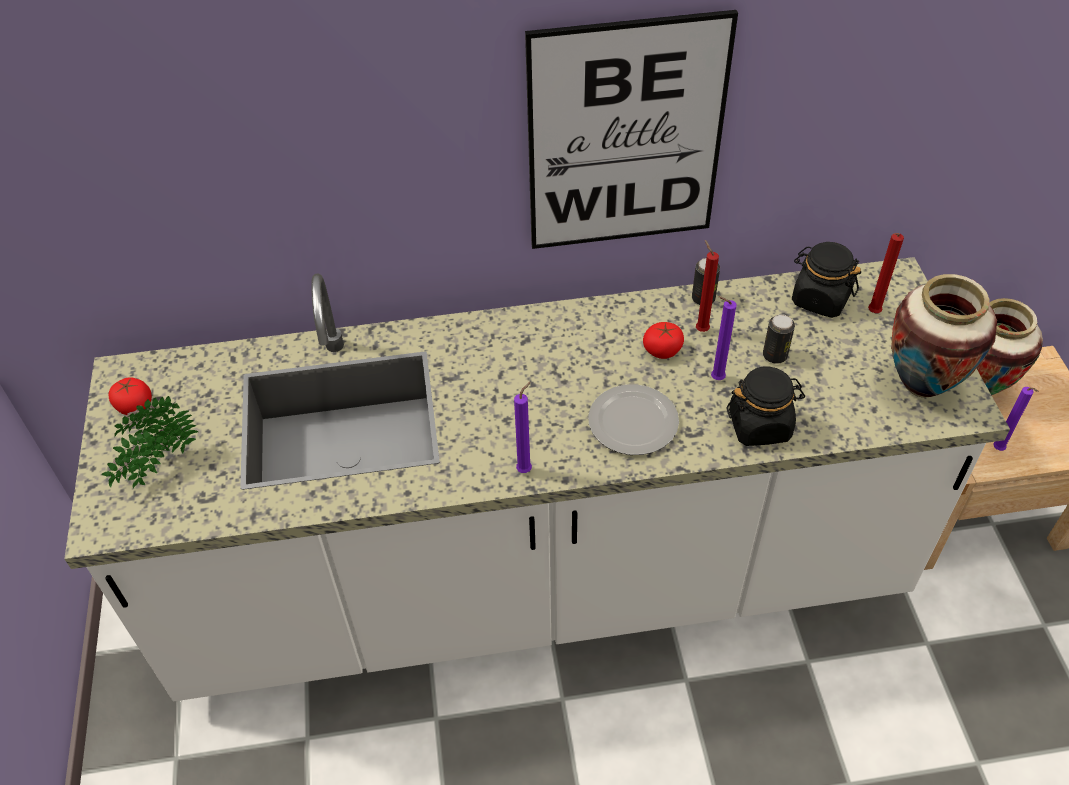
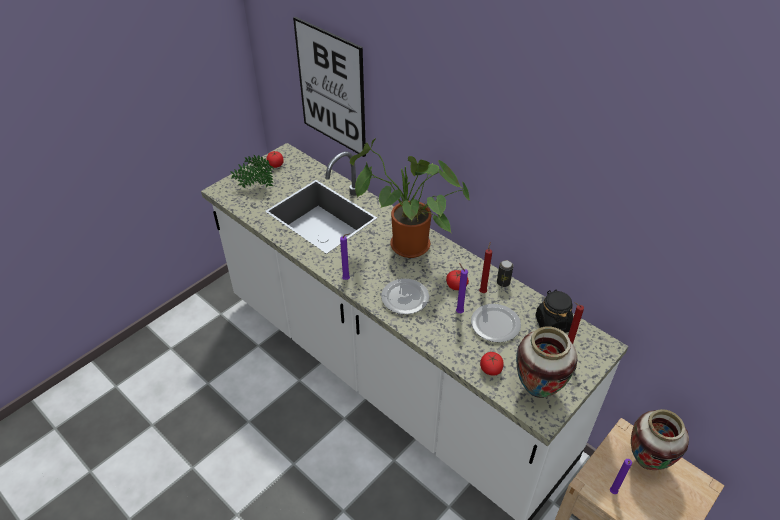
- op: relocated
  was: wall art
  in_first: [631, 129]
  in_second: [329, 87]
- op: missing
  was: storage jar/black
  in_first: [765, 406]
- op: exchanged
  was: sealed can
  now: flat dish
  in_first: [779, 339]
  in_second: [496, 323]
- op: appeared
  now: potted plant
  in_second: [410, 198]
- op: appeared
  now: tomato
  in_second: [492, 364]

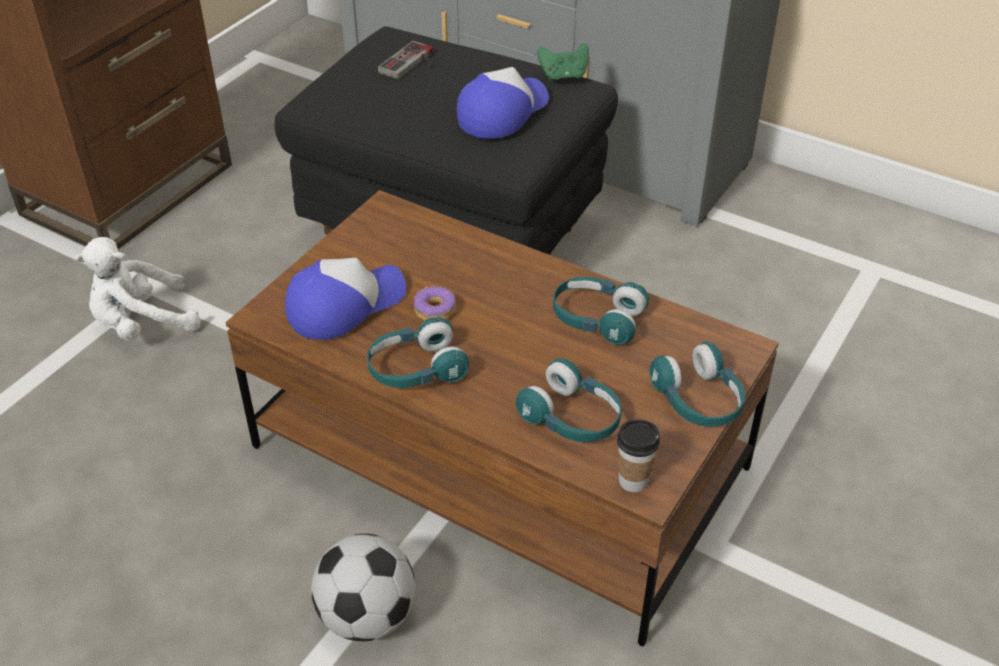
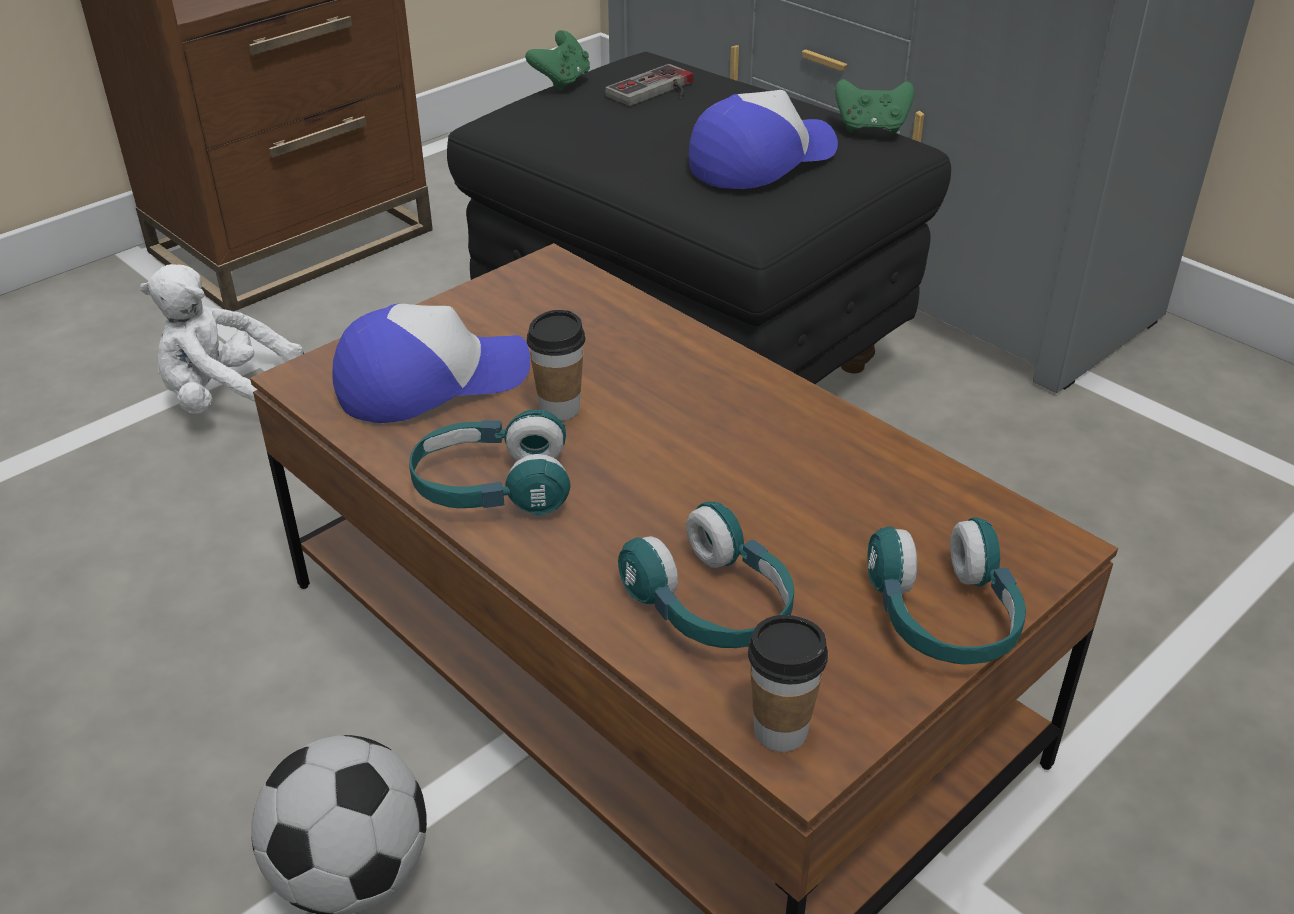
- op: exchanged
  was: ring doughnut
  now: small cup
  in_first: [435, 303]
  in_second: [556, 365]
- op: missing
  was: pair of headphones/turquoise
  in_first: [601, 311]
- op: appeared
  now: joypad/green
  in_second: [557, 60]

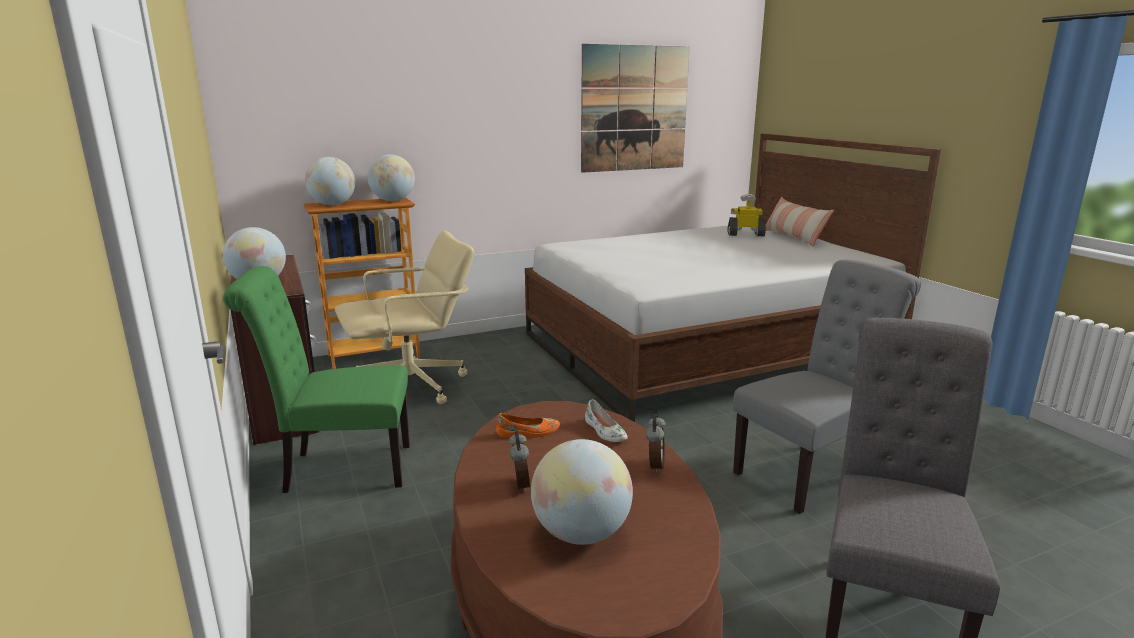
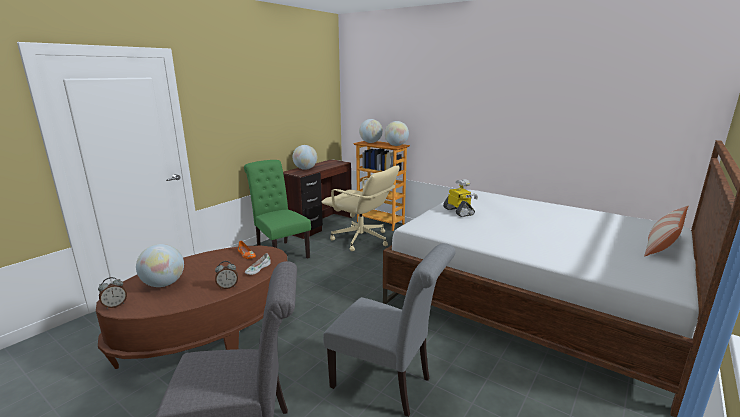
- op: relocated
  was: alarm clock
  in_first: [519, 462]
  in_second: [112, 293]
- op: missing
  was: wall art
  in_first: [635, 108]
- op: relocated
  was: model robot
  in_first: [746, 215]
  in_second: [460, 198]

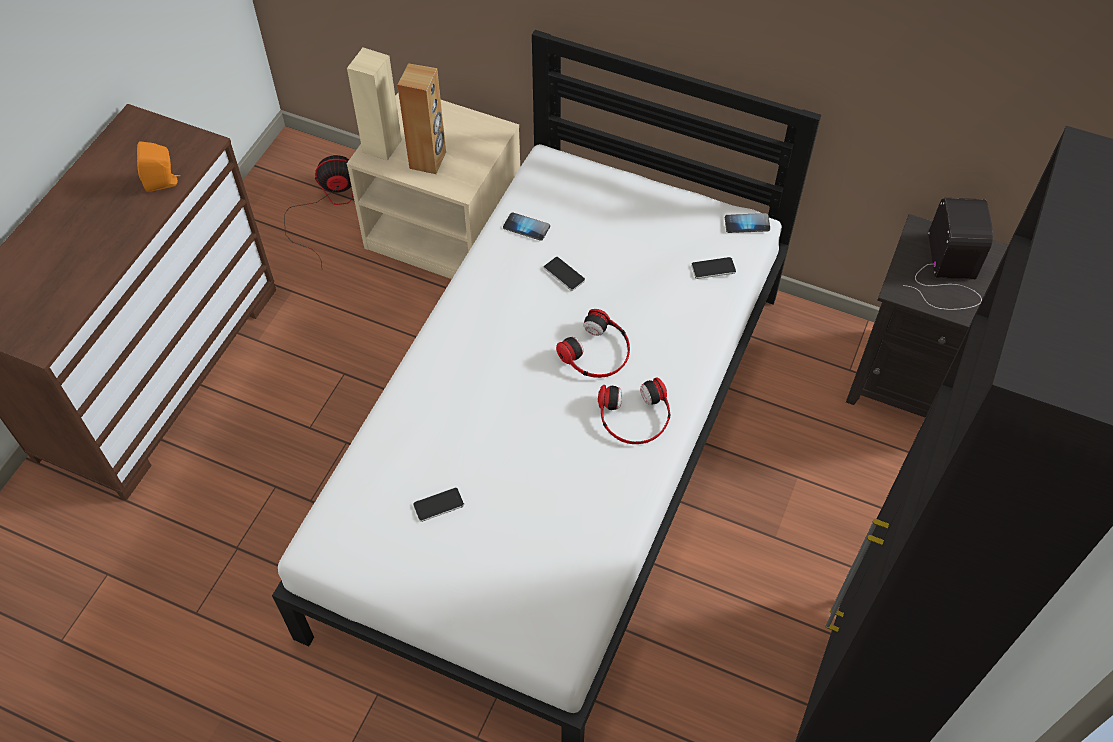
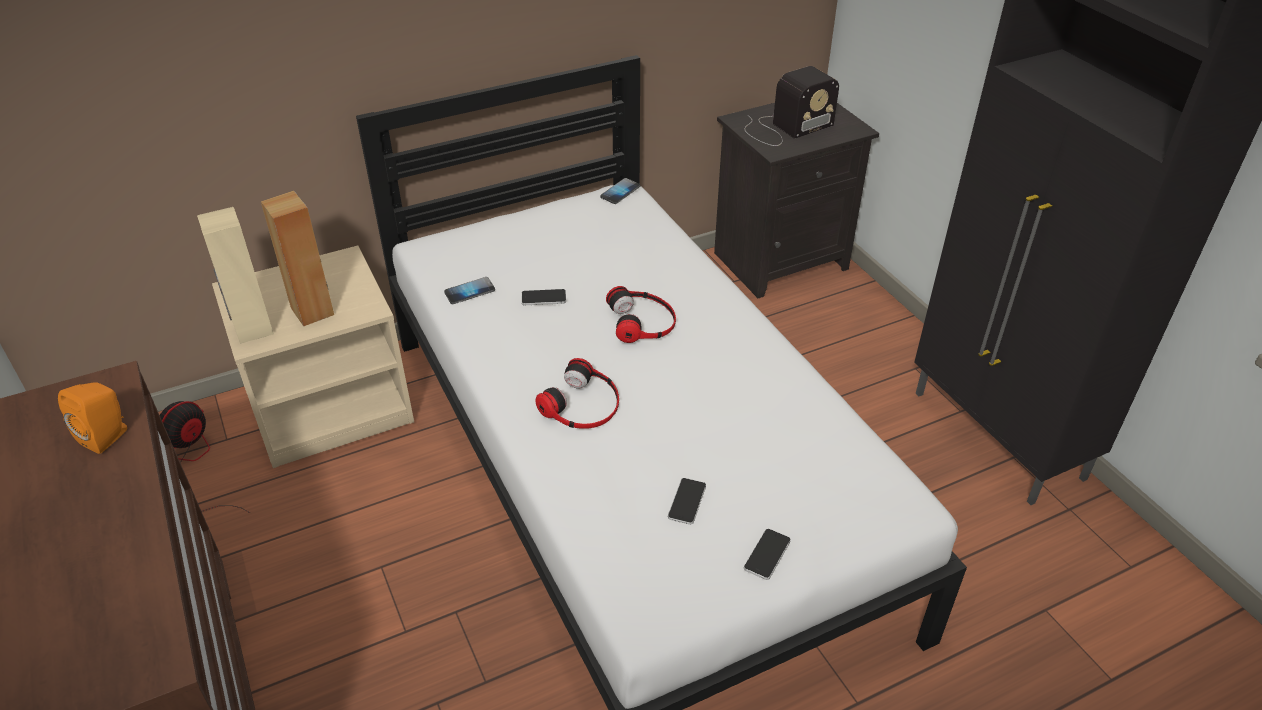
- op: relocated
  was: pair of headphones
  in_first: [634, 410]
  in_second: [577, 393]
- op: relocated
  was: telephone
  in_first: [713, 268]
  in_second: [767, 554]
- op: spun
  was: radio set
  in_first: [948, 254]
  in_second: [791, 106]
  clockwise: 105

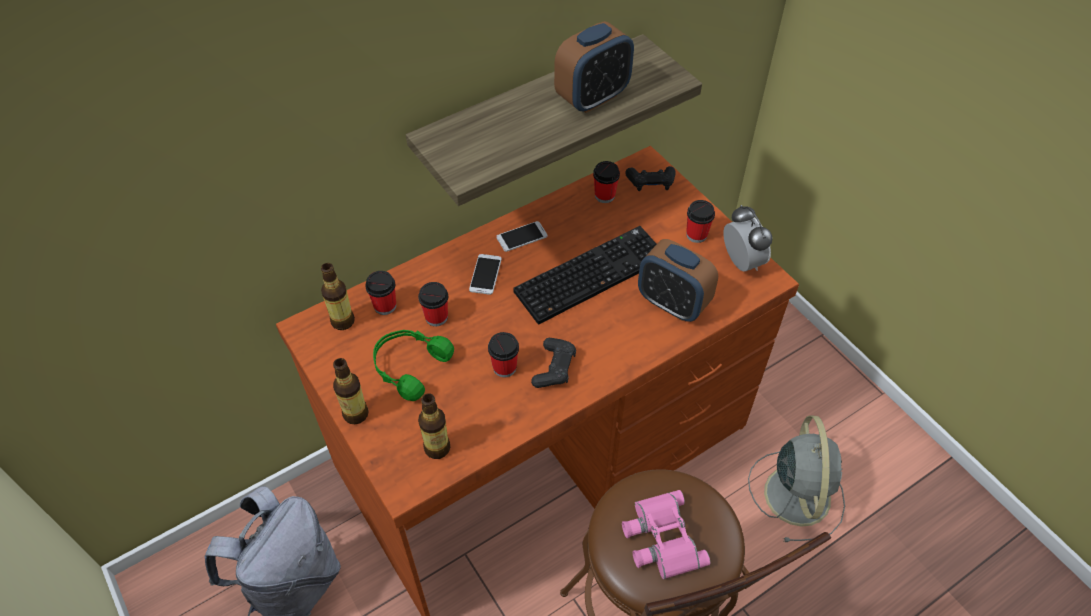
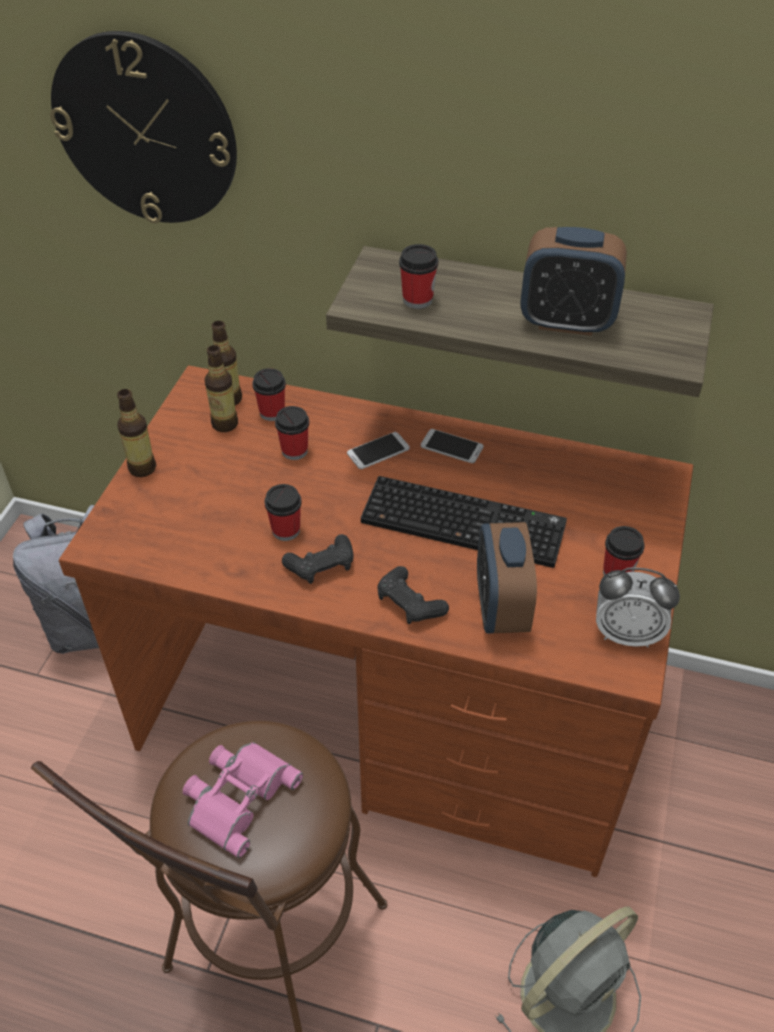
- op: missing
  was: pair of headphones/green
  in_first: [413, 365]
- op: relocated
  was: drink bottle
  in_first: [434, 426]
  in_second: [221, 388]
- op: relocated
  was: small cup
  in_first: [606, 182]
  in_second: [418, 276]
- op: relocated
  was: joypad/black
  in_first: [650, 178]
  in_second: [413, 595]
- op: spun
  was: alarm clock
  in_first: [748, 238]
  in_second: [638, 607]
  clockwise: 75
- op: appeared
  now: hanging clock
  in_second: [143, 127]

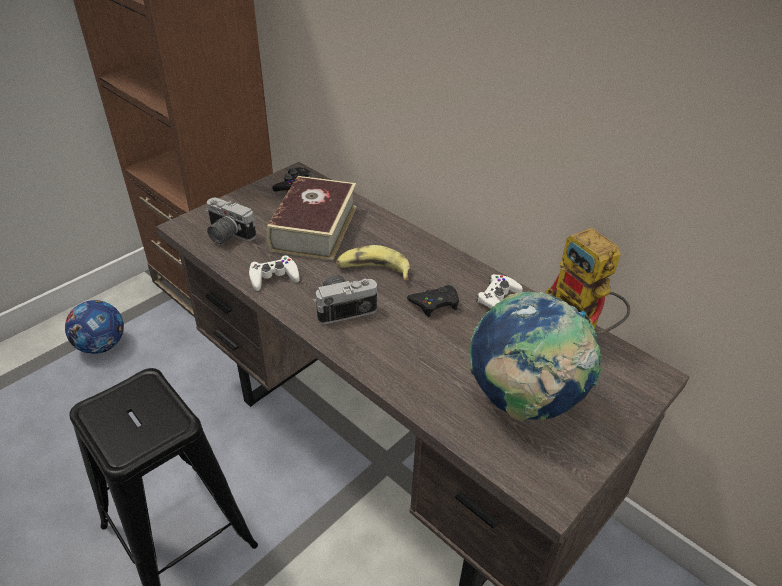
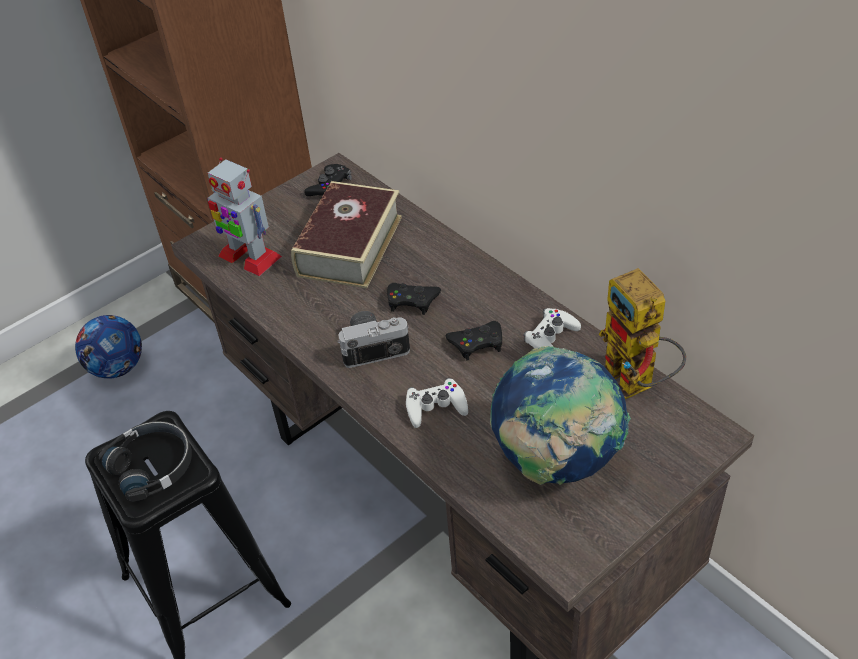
- op: exchanged
  was: photo camera
  now: model robot
  in_first: [231, 221]
  in_second: [244, 216]
- op: relocated
  was: joypad/white-coloured
  in_first: [274, 273]
  in_second: [437, 403]
- op: exchanged
  was: whole banana
  now: joypad/black
  in_first: [373, 262]
  in_second: [414, 299]
- op: appeared
  now: pair of headphones/black
  in_second: [145, 461]

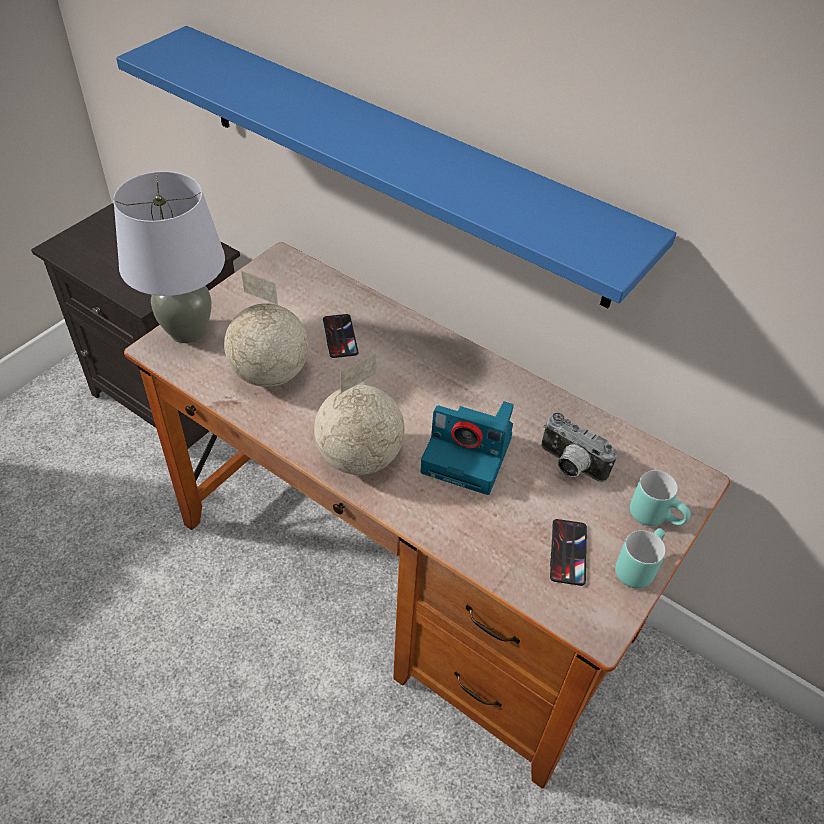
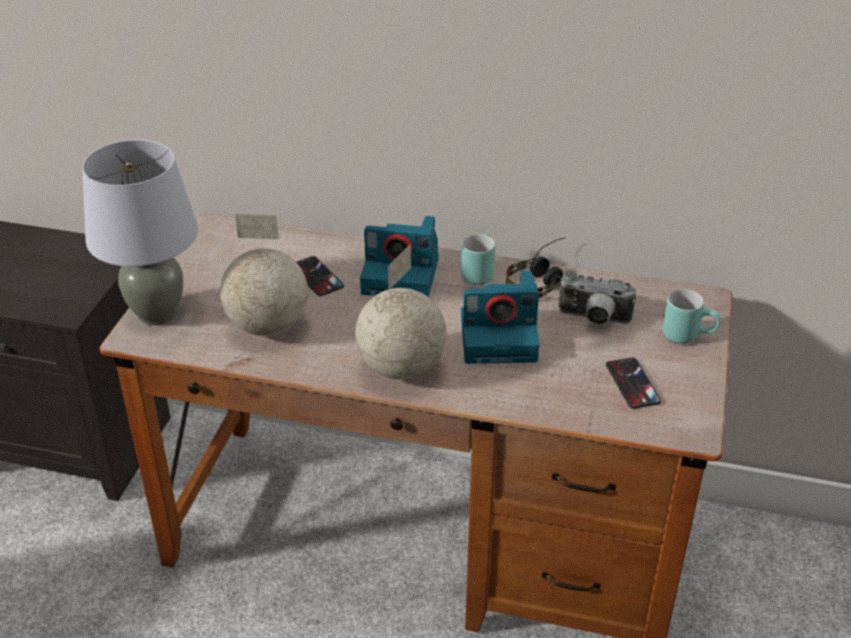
- op: missing
  was: shelf/blue
  in_first: [396, 167]
- op: relocated
  was: tea mug/turquoise
  in_first: [640, 558]
  in_second: [478, 259]
- op: appeared
  now: photo camera
  in_second: [399, 256]
- op: appeared
  now: pair of headphones
  in_second: [536, 268]

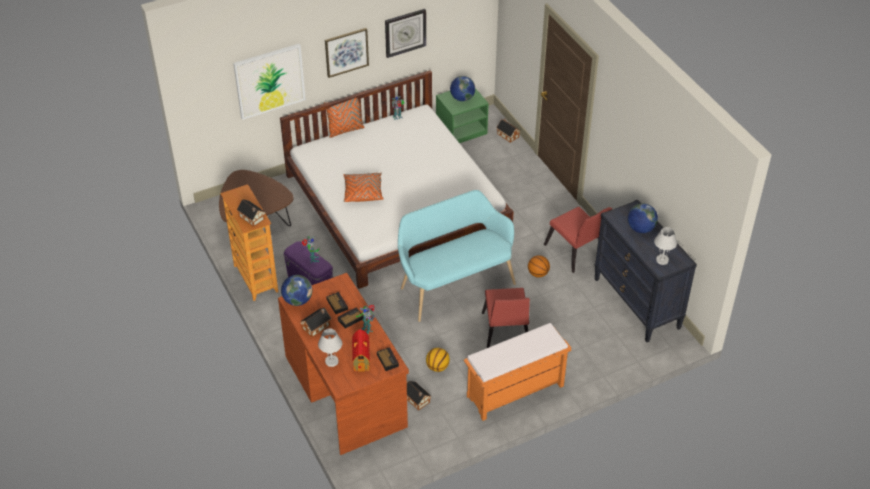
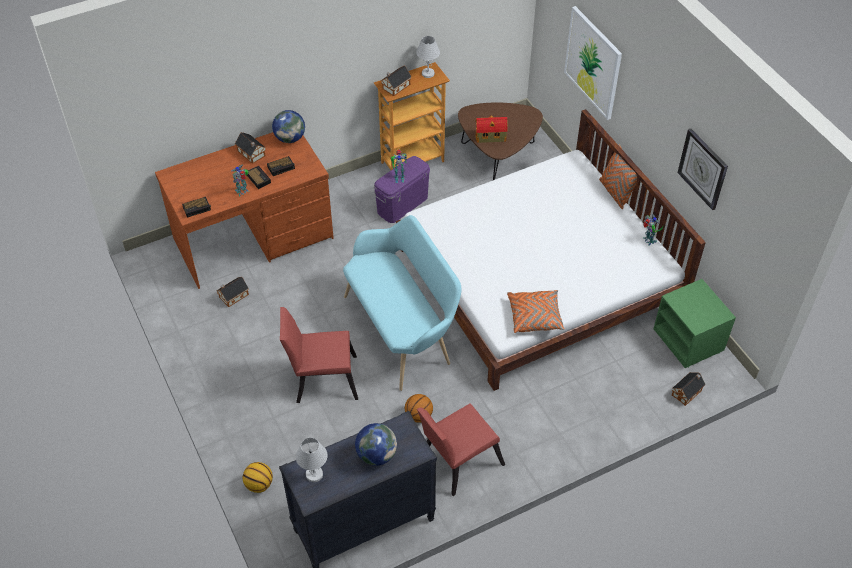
- op: relocated
  was: tabletop lamp/white-coloured
  in_first: [330, 347]
  in_second: [428, 57]
- op: missing
  was: wall art
  in_first: [347, 53]
- op: relocated
  was: cushion/orangey
  in_first: [363, 187]
  in_second: [535, 311]
- op: relocated
  was: miniature house
  in_first: [361, 350]
  in_second: [492, 129]
- op: relocated
  was: basketball
  in_first: [438, 360]
  in_second: [258, 477]
- op: missing
  was: world globe
  in_first: [462, 88]
- op: missing
  was: indoor bench/orangey
  in_first: [517, 372]

